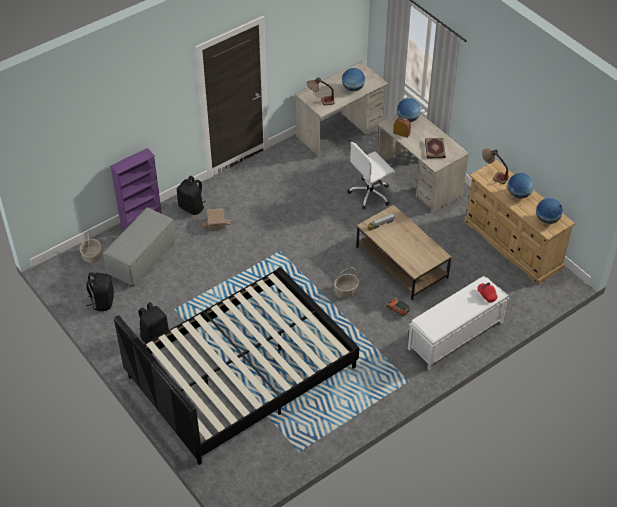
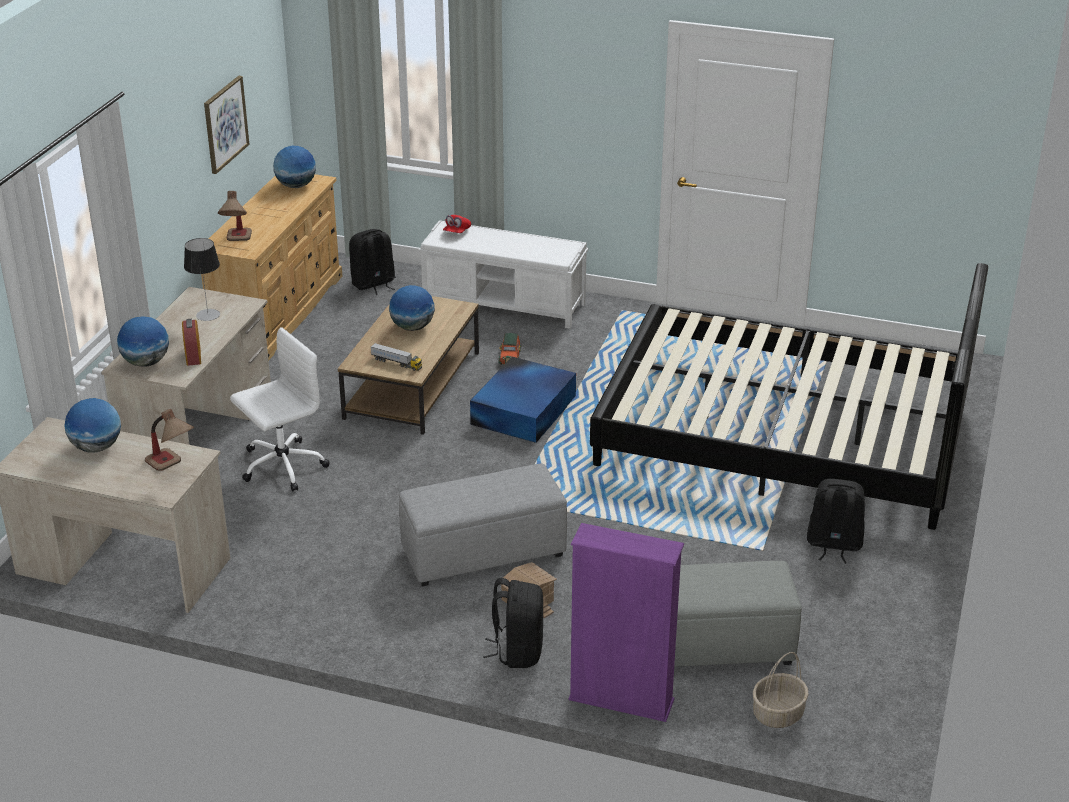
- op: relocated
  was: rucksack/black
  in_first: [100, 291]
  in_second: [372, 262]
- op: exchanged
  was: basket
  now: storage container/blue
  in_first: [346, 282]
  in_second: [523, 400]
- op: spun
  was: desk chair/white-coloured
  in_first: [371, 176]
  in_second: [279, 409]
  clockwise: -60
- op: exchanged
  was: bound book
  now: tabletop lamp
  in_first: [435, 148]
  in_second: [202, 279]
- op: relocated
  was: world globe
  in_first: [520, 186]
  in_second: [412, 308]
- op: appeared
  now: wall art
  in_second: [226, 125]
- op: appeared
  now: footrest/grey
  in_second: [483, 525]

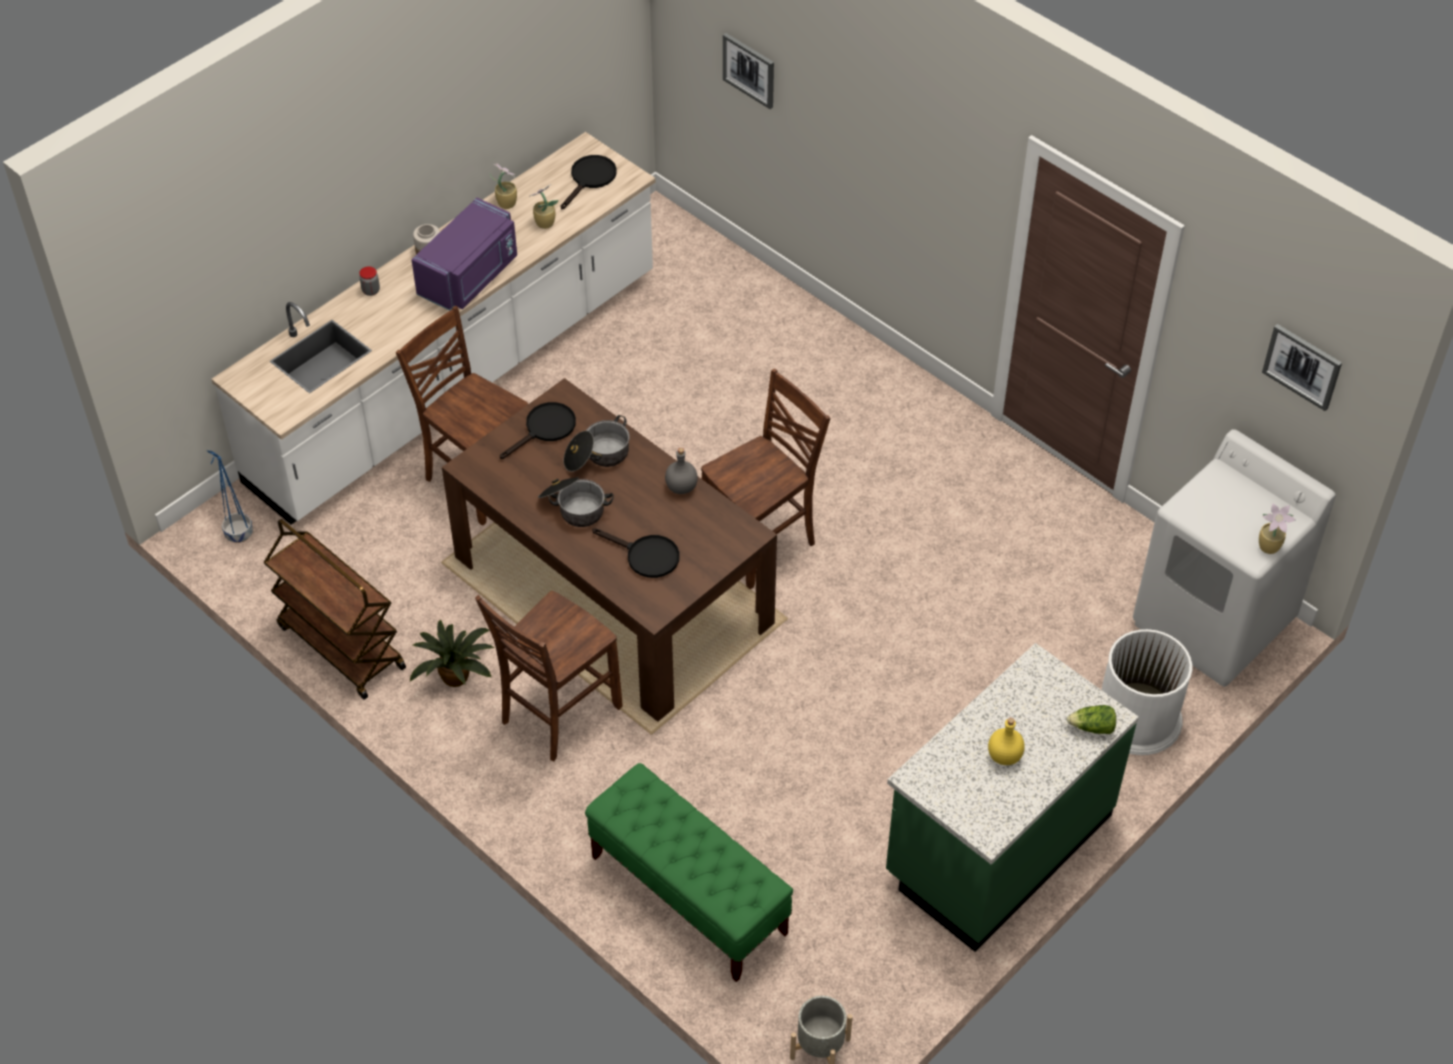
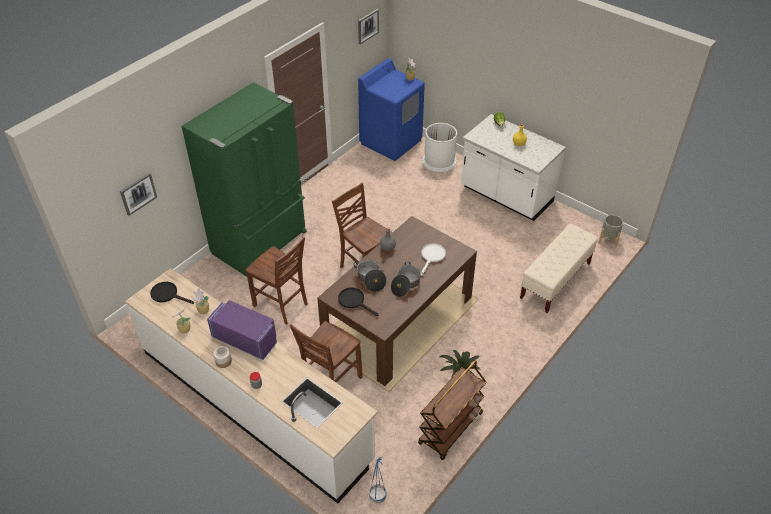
- op: relocated
  was: plain chair/brownish
  in_first: [549, 676]
  in_second: [277, 280]
- op: colour
  was: indoor bench/green
  now: indoor bench/beige
  in_first: [689, 872]
  in_second: [559, 268]
- op: colour
  was: skillet/black
  now: skillet/white-coloured
  in_first: [636, 553]
  in_second: [433, 259]
- op: colour
  was: counter/green
  now: counter/white-coloured
  in_first: [1012, 797]
  in_second: [513, 167]
- op: colour
  was: laundry appliance/white-coloured
  now: laundry appliance/blue
  in_first: [1234, 558]
  in_second: [391, 109]
- op: appeared
  now: refrigerator/green
  in_second: [244, 179]

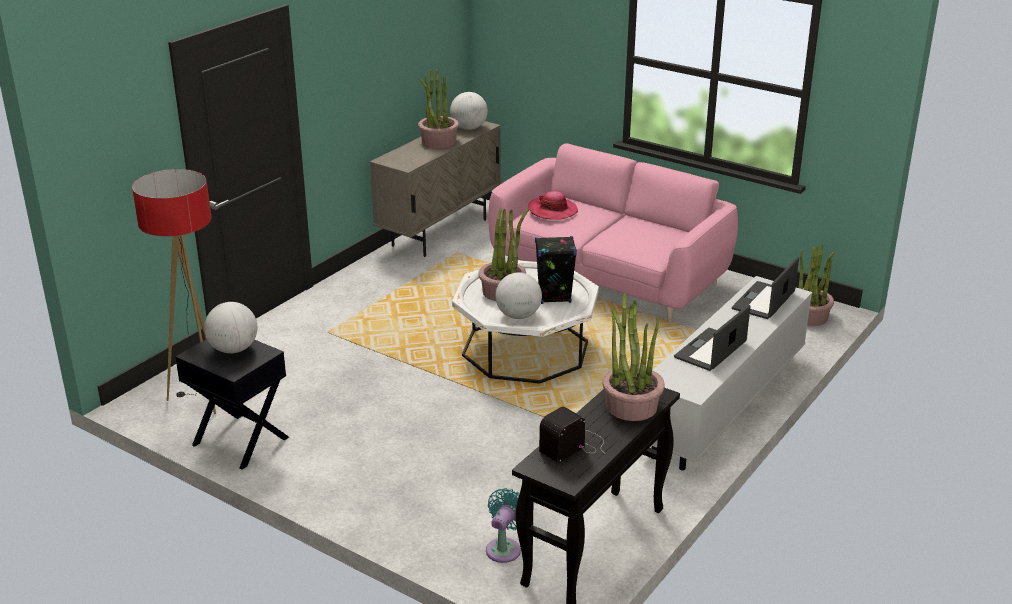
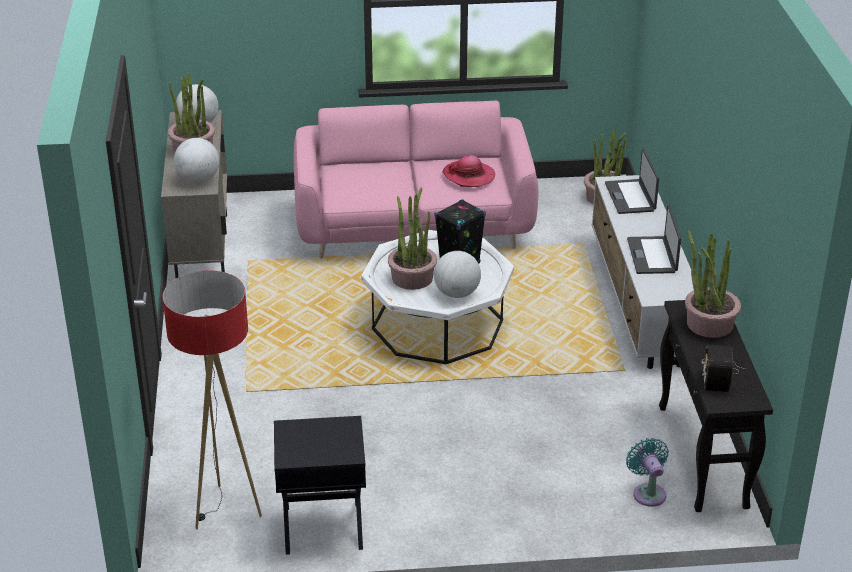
- op: relocated
  was: world globe
  in_first: [230, 327]
  in_second: [197, 160]
- op: relocated
  was: wearable hat
  in_first: [553, 205]
  in_second: [468, 171]

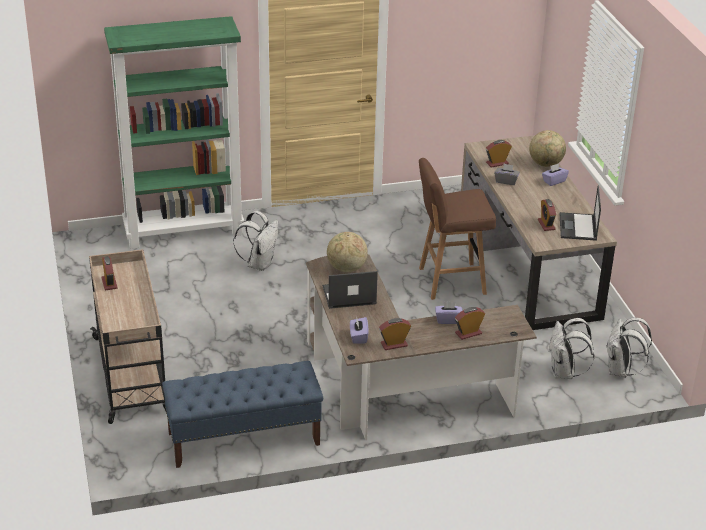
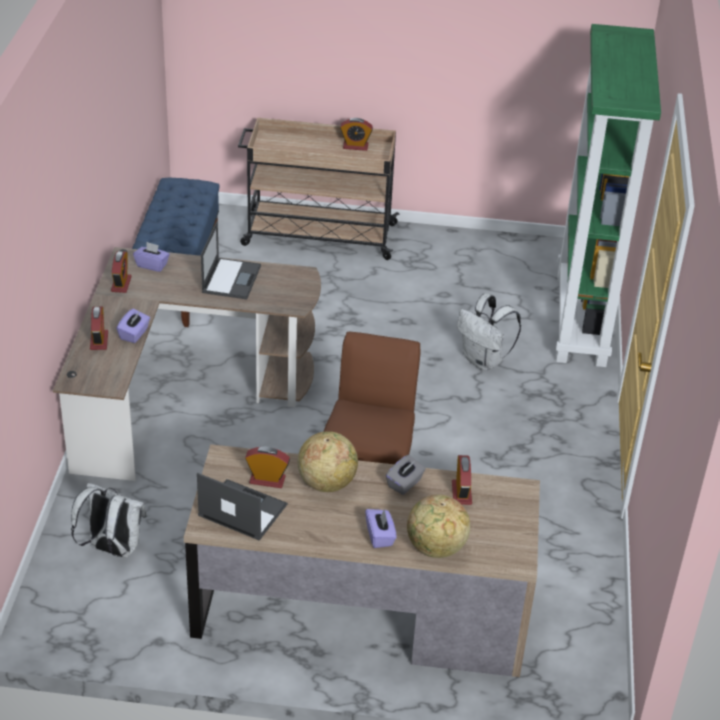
- op: relocated
  was: world globe
  in_first: [347, 252]
  in_second: [328, 461]
- op: missing
  was: rucksack/white-coloured
  in_first: [629, 348]

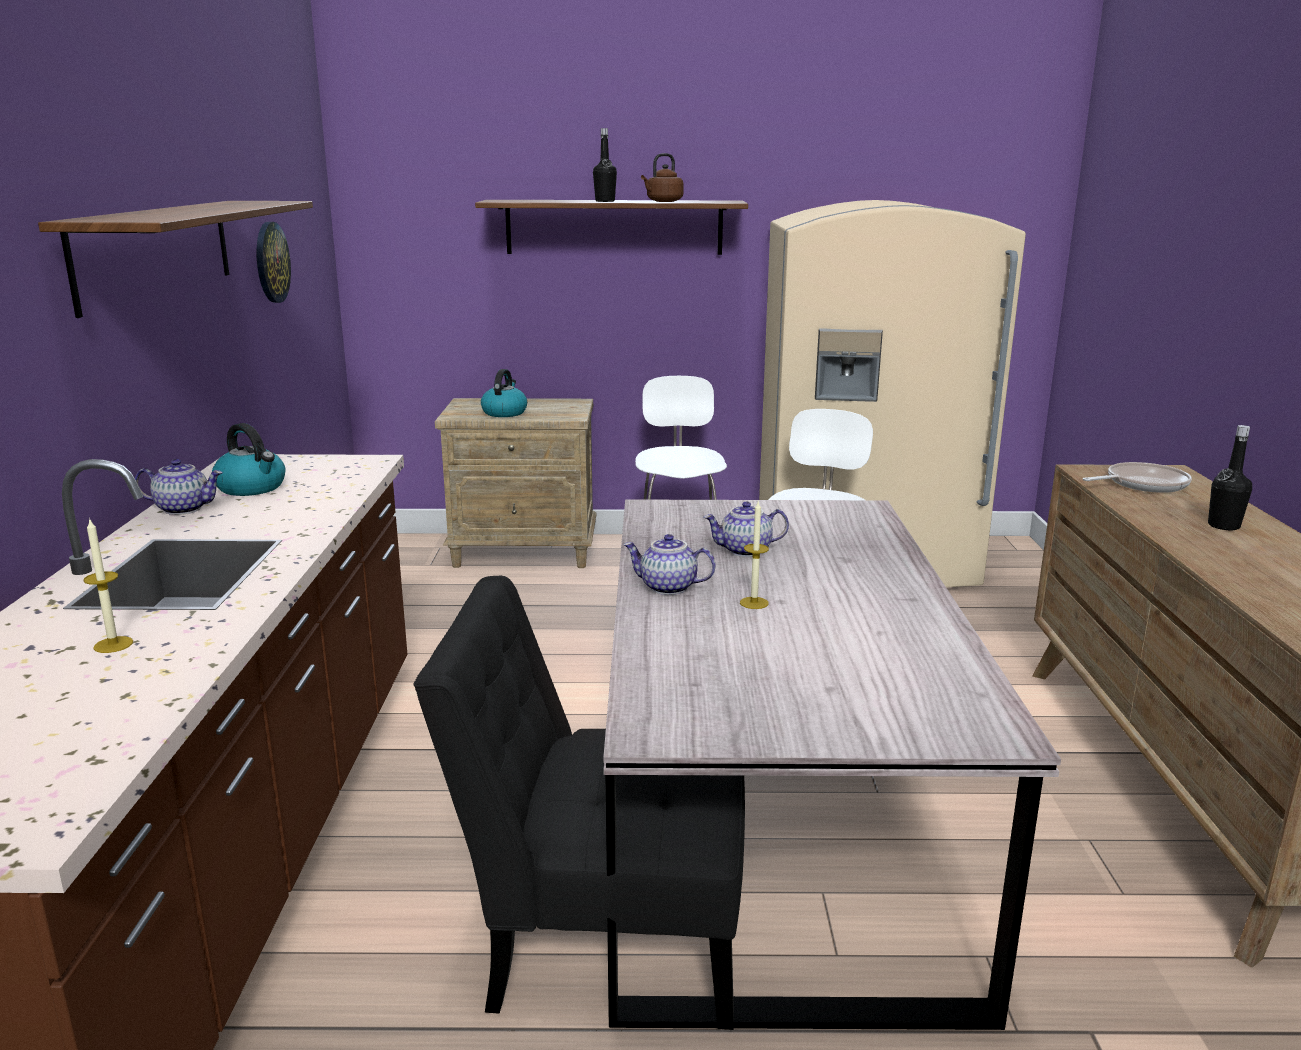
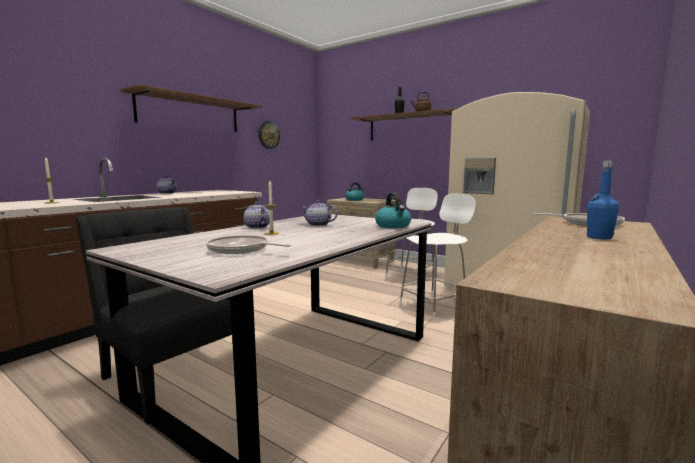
- op: relocated
  was: tea kettle
  in_first: [249, 459]
  in_second: [393, 210]
- op: colour
  was: drink bottle/black
  now: drink bottle/blue
  in_first: [1230, 477]
  in_second: [603, 199]
- op: appeared
  now: skillet
  in_second: [248, 244]

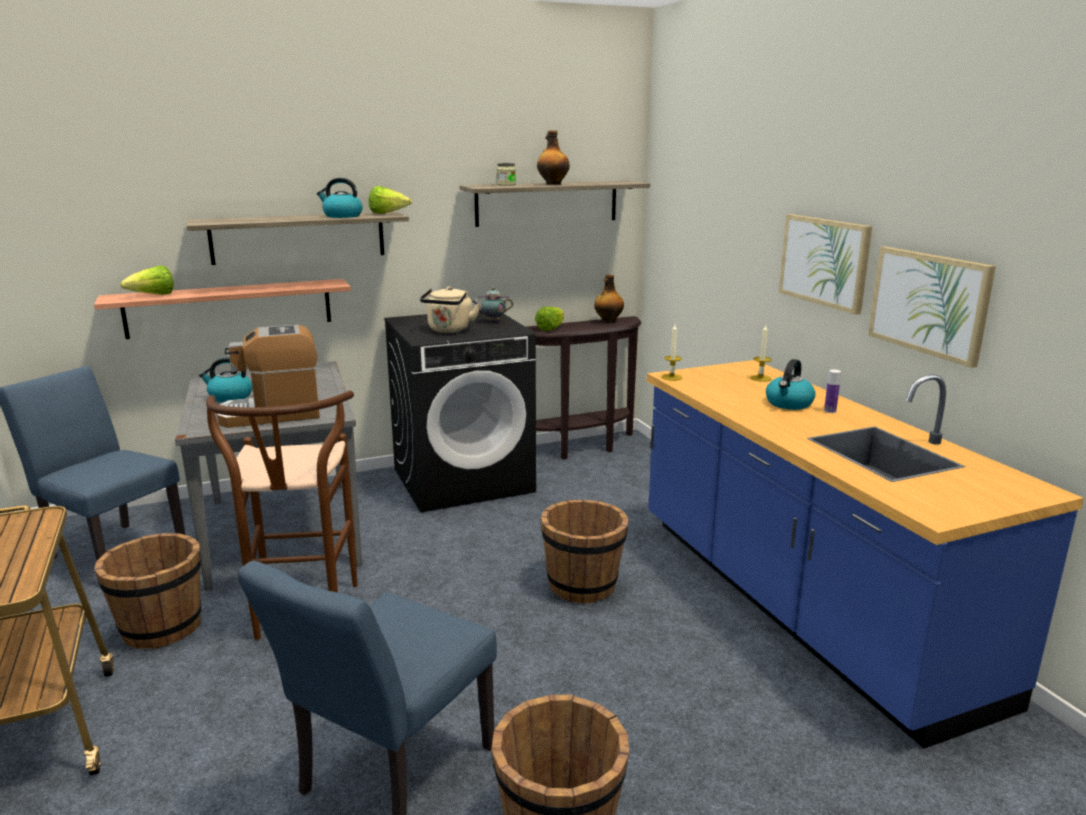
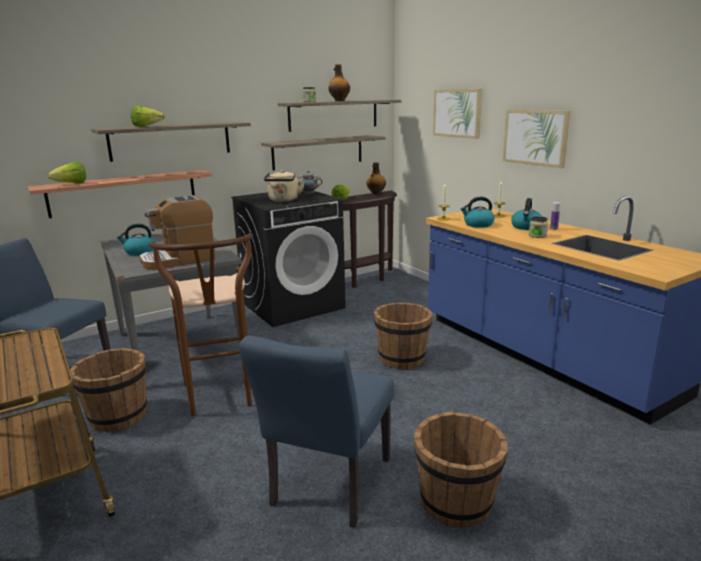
- op: relocated
  was: tea kettle
  in_first: [340, 198]
  in_second: [478, 212]
- op: relocated
  was: head of lettuce
  in_first: [390, 200]
  in_second: [148, 116]
- op: relocated
  was: wall art
  in_first: [932, 307]
  in_second: [457, 114]
- op: appeared
  now: shelf
  in_second: [323, 152]
- op: appeared
  now: storage jar
  in_second: [538, 227]

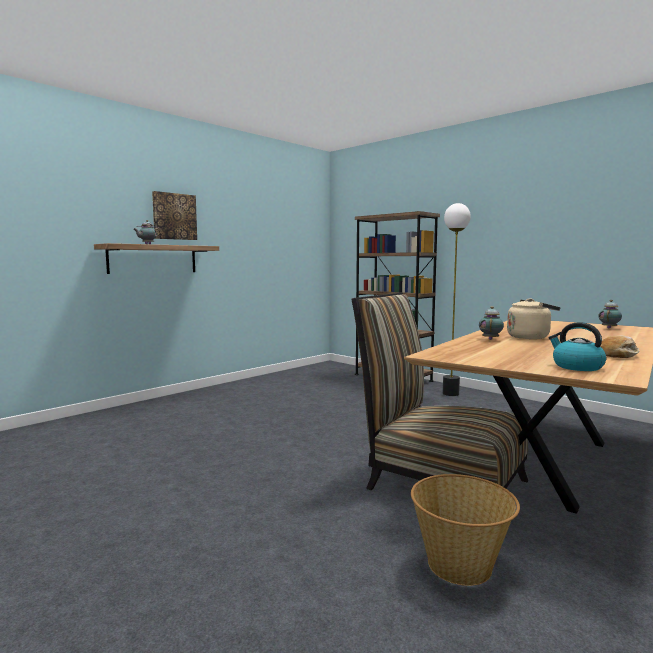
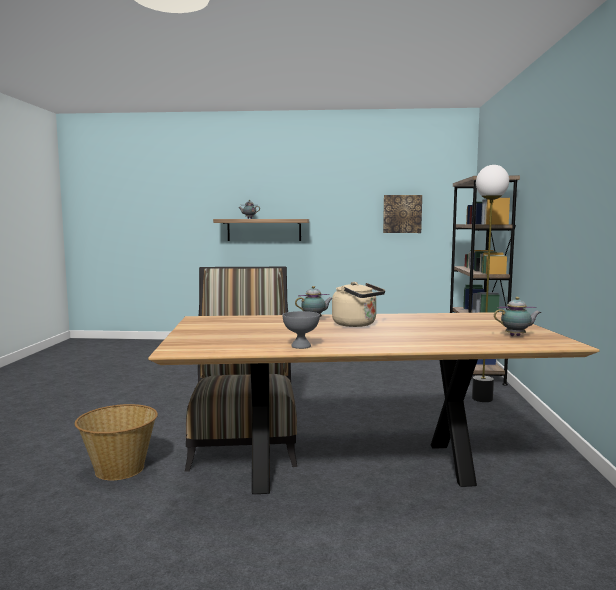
- op: relocated
  was: wall art
  in_first: [174, 215]
  in_second: [402, 214]
- op: missing
  was: tea kettle
  in_first: [577, 346]
- op: exchanged
  was: bakery bread
  now: bowl/grey
  in_first: [619, 346]
  in_second: [301, 330]

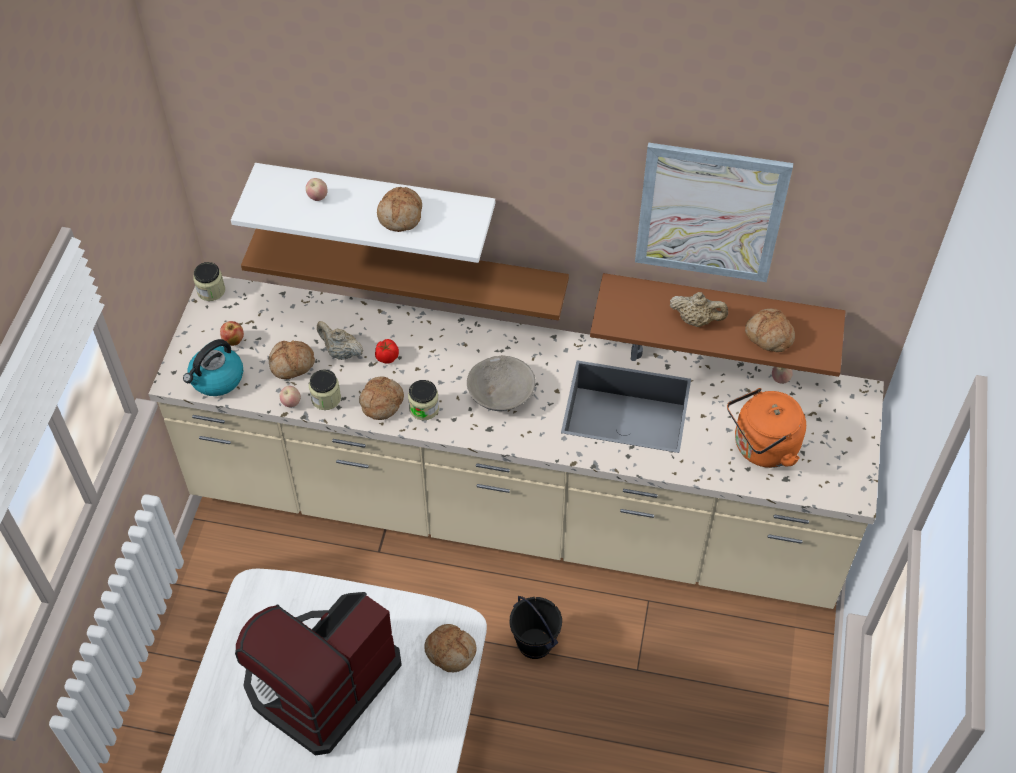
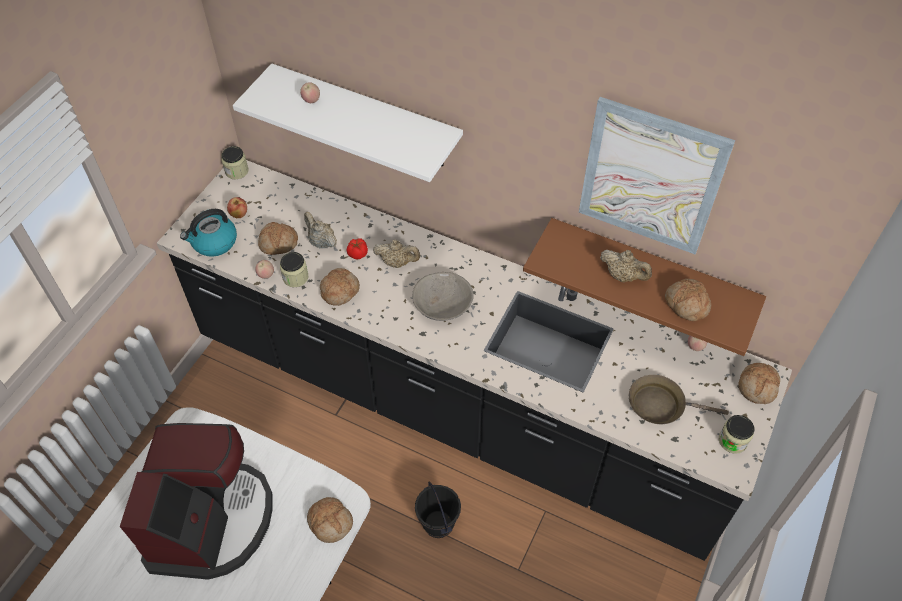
- op: colour
  was: counter/beige
  now: counter/black
  in_first: [516, 442]
  in_second: [474, 360]
- op: spun
  was: coffee maker
  in_first: [318, 674]
  in_second: [196, 501]
  clockwise: 135
- op: missing
  was: shelf/brownish
  in_first: [405, 274]
- op: relocated
  was: bakery bread
  in_first: [399, 209]
  in_second: [759, 383]
- op: relocated
  was: storage jar
  in_first: [423, 400]
  in_second: [736, 434]
- op: exchanged
  was: tea kettle/orangey
  now: skillet/brownish
  in_first: [766, 428]
  in_second: [679, 399]
- op: appeared
  now: tea pot/beige
  in_second: [396, 253]

